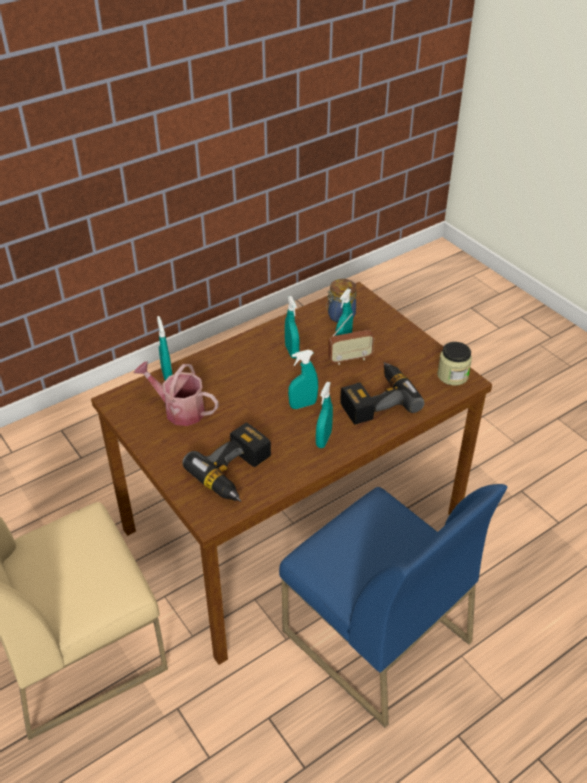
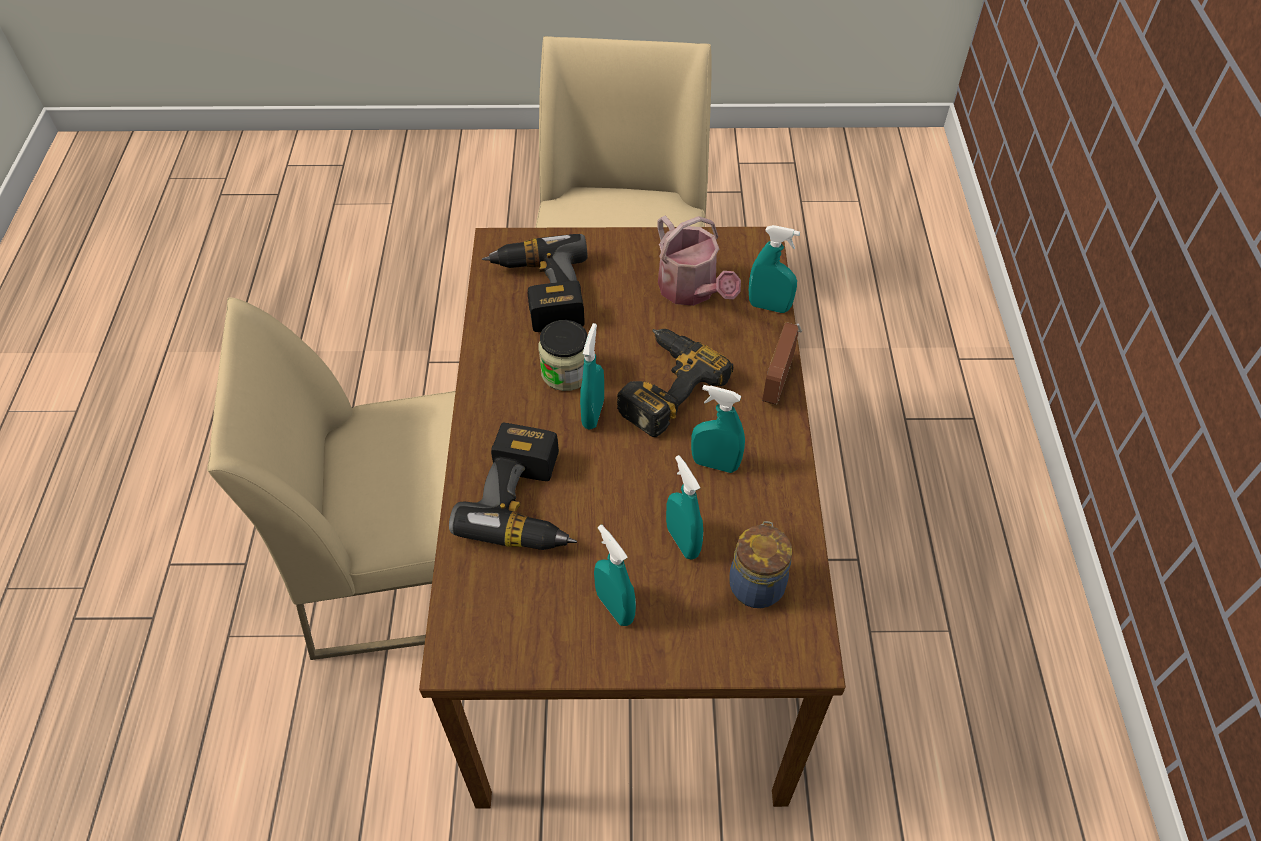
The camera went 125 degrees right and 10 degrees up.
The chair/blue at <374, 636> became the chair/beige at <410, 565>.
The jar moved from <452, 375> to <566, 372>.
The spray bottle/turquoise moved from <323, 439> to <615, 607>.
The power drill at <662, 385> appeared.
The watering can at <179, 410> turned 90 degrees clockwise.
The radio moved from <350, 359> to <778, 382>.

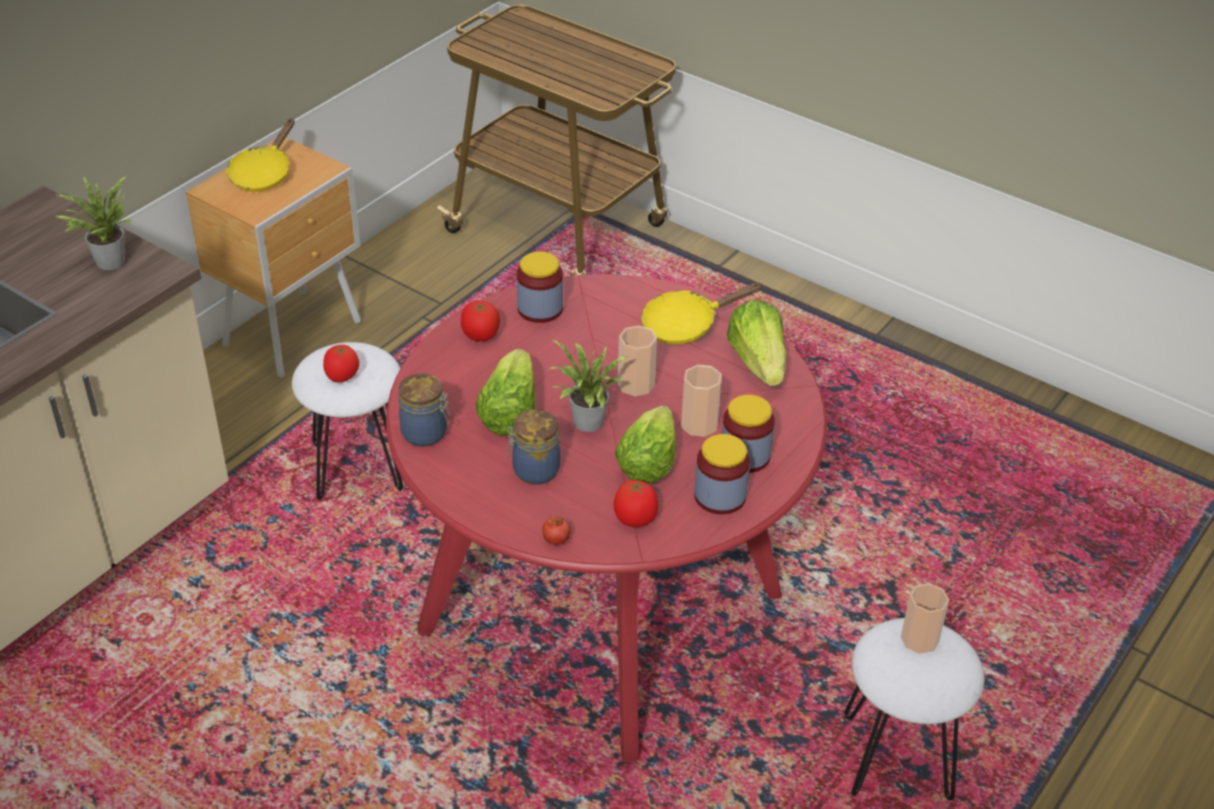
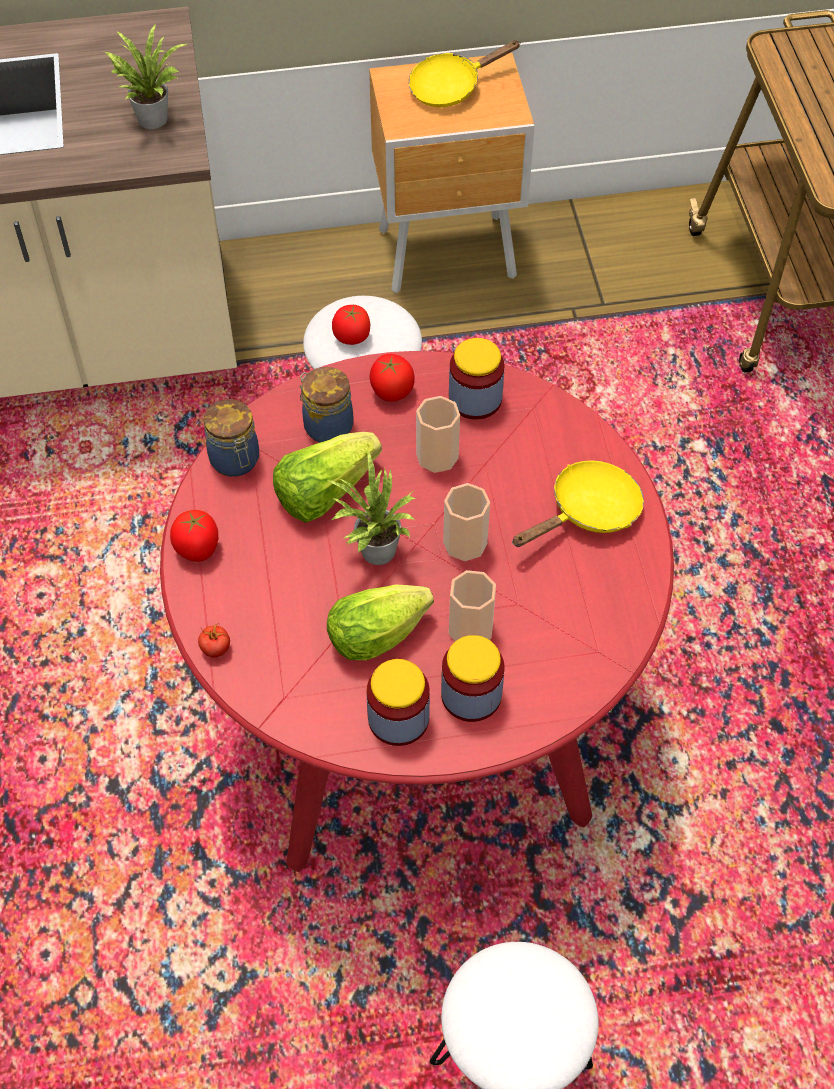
The camera went 45 degrees right and 15 degrees up.
The tomato moved from <635, 519> to <197, 549>.
The jar moved from <534, 471> to <326, 426>.
The cup moved from <919, 639> to <437, 456>.
The frying pan/yellow at <686, 325> turned 120 degrees clockwise.
The lettuce at <758, 363> disappeared.

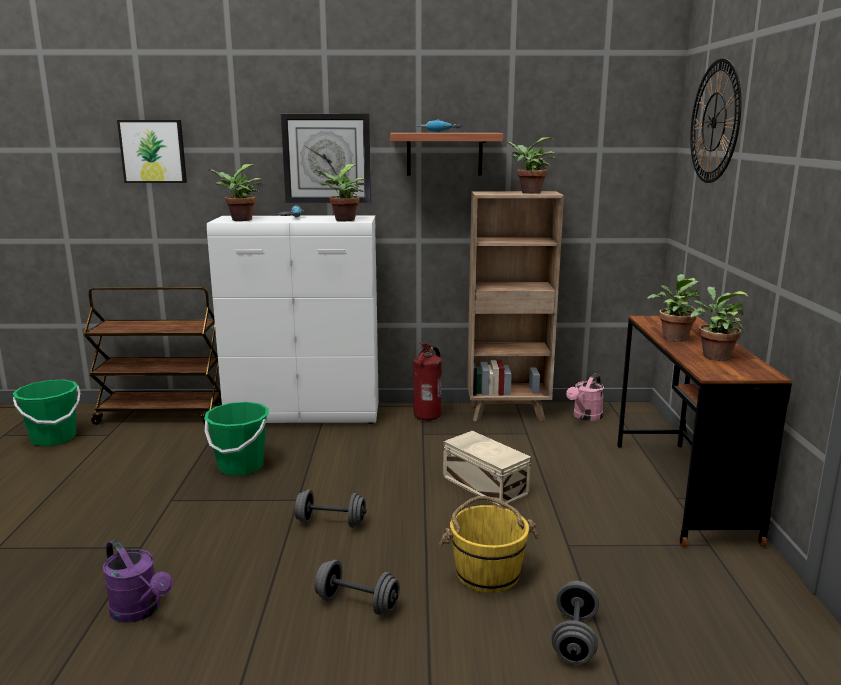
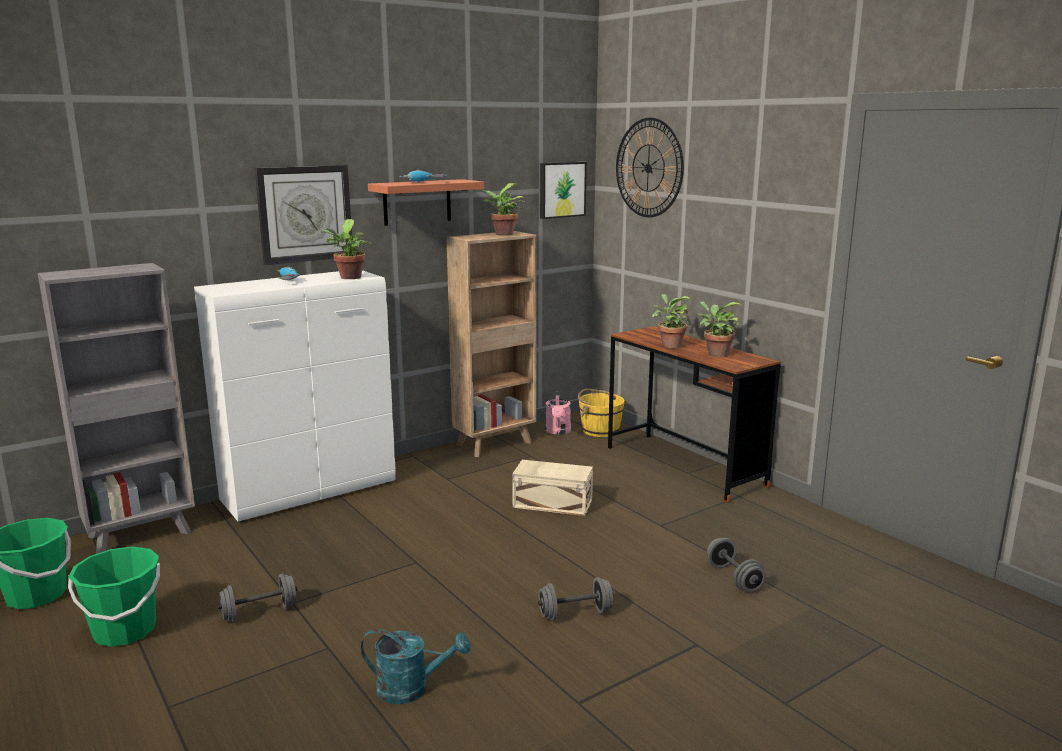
The camera went 35 degrees left and 0 degrees up.
The cart/brown at <162, 414> was replaced by the bookcase/grey at <142, 534>.
The bucket/green moved from <241, 466> to <125, 631>.
The dumbbell/grey moved from <331, 523> to <259, 612>.
The watering can/purple at <140, 611> became the watering can/turquoise at <412, 689>.
The picture moved from <153, 151> to <561, 189>.
The bucket/yellow moved from <487, 572> to <600, 430>.
The potted plant at <239, 220> disappeared.
The fire extinguisher at <428, 416> disappeared.

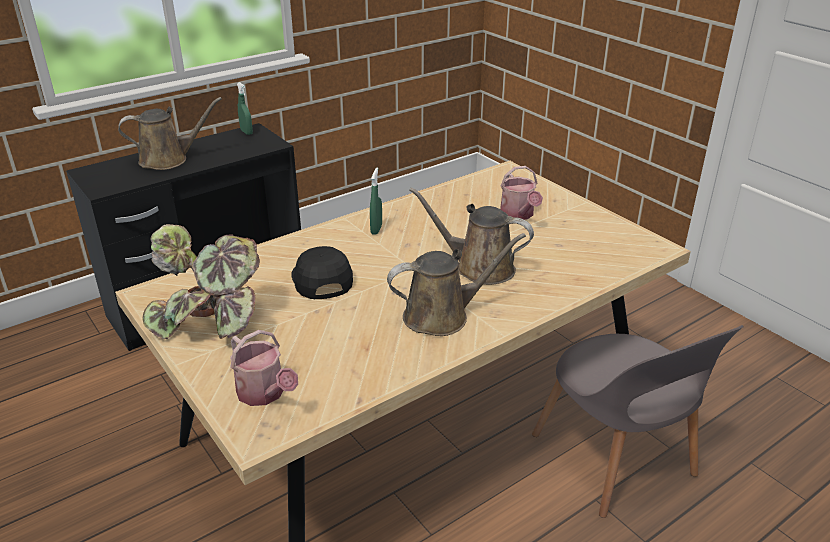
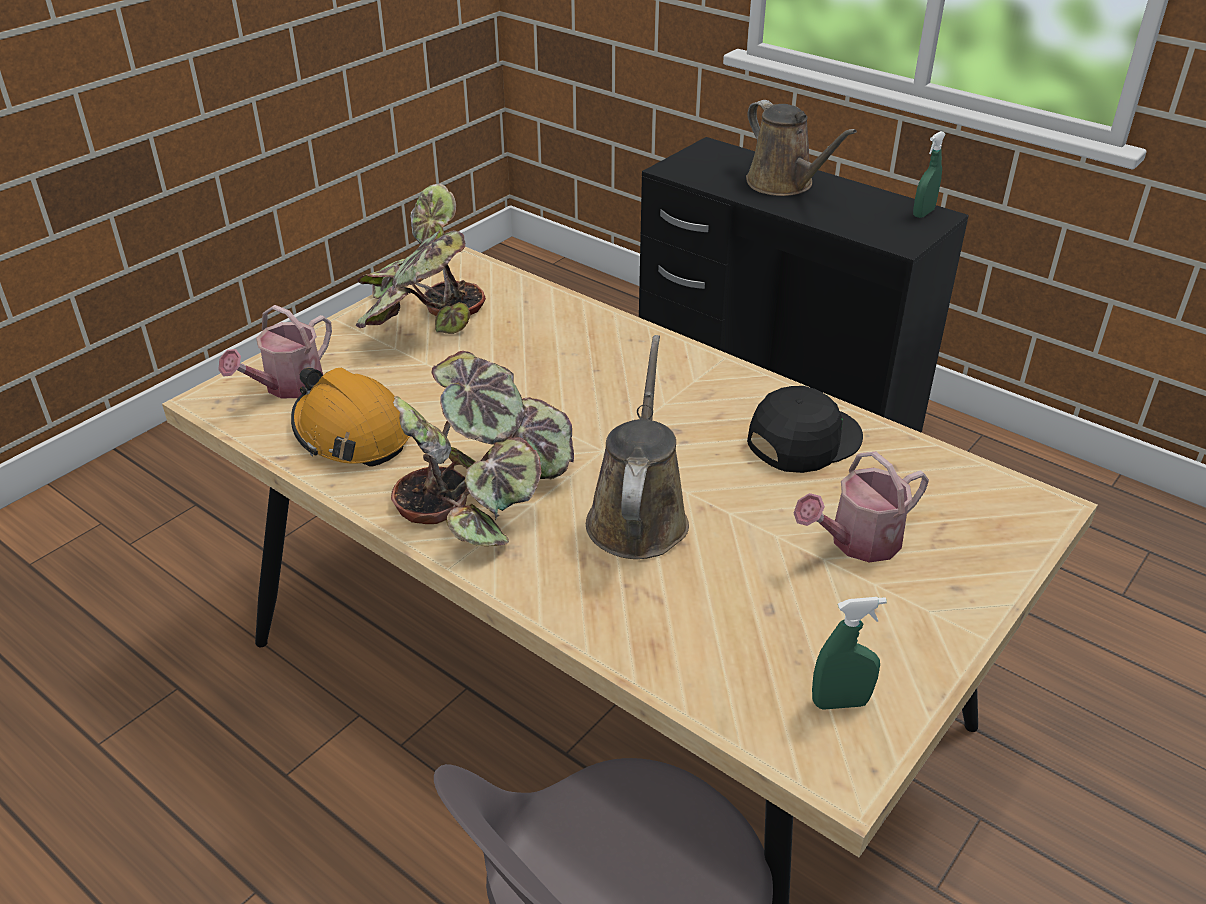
The camera went 75 degrees right and 5 degrees up.
The hard hat/orange at <351, 433> appeared.
The watering can/brown at <442, 316> was replaced by the potted plant at <484, 497>.
The cap/black moved from <321, 279> to <803, 440>.
The spray bottle/green moved from <376, 229> to <840, 702>.

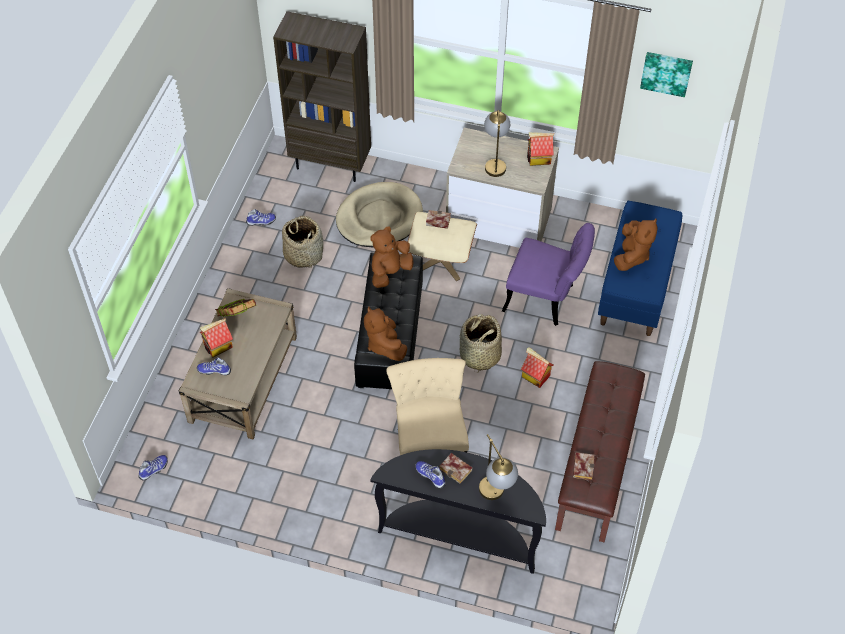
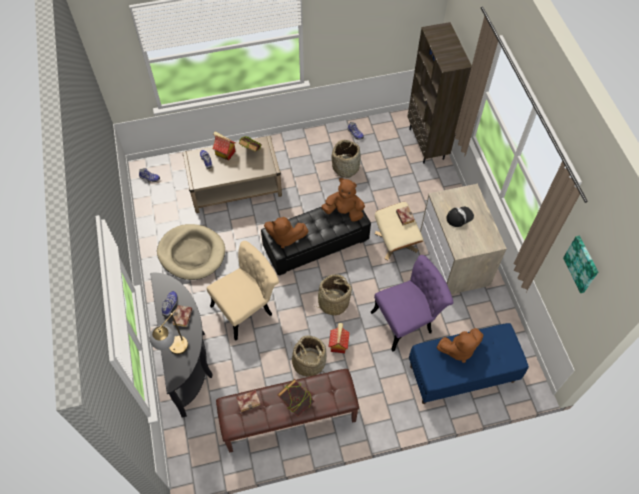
The camera went 60 degrees right and 5 degrees up.
The dog bed/beige moved from <379, 218> to <192, 253>.
The plush toy/brown at <384, 345> turned 120 degrees counterclockwise.
The book at <296, 402> appeared.
The basket at <309, 362> appeared.
The chair/purple at <546, 299> turned 105 degrees counterclockwise.
The table lamp at <494, 163> was replaced by the cap at <459, 216>.
The toy house at <538, 158> disappeared.

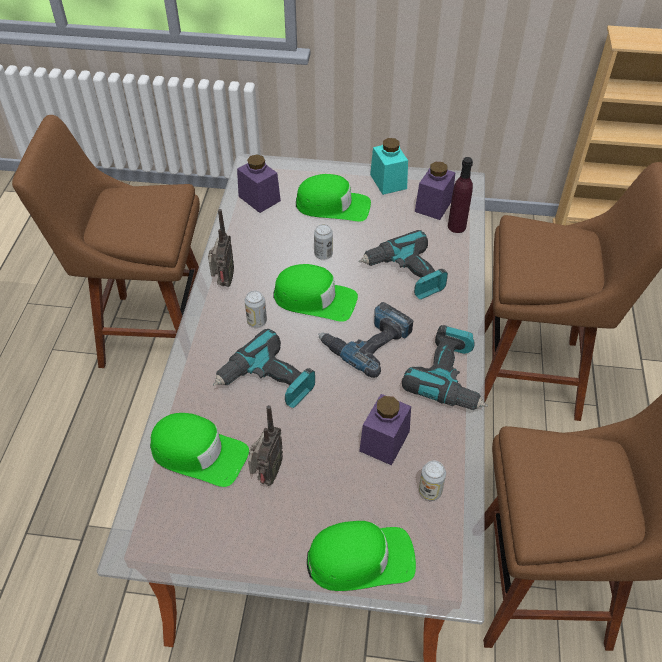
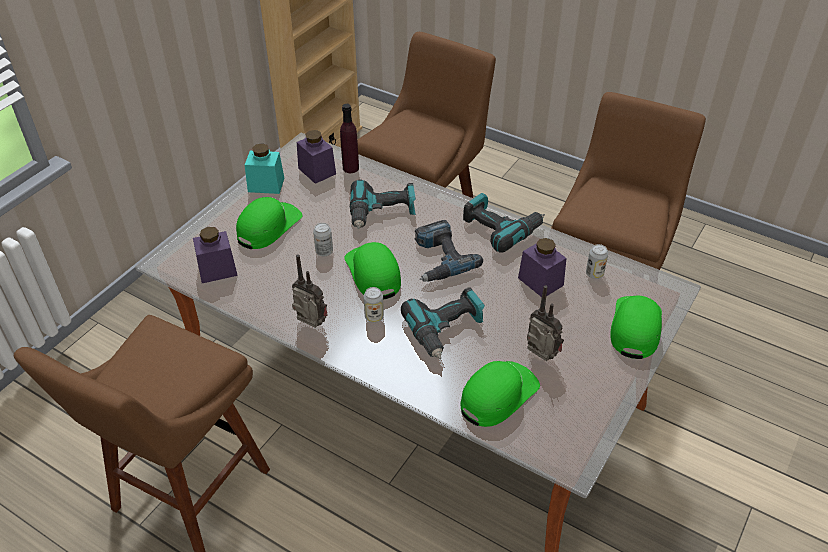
The camera went 65 degrees left and 5 degrees down.
The cap/green at <315, 299> turned 60 degrees counterclockwise.

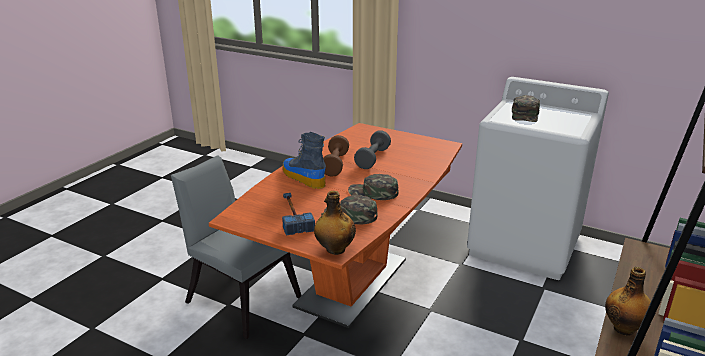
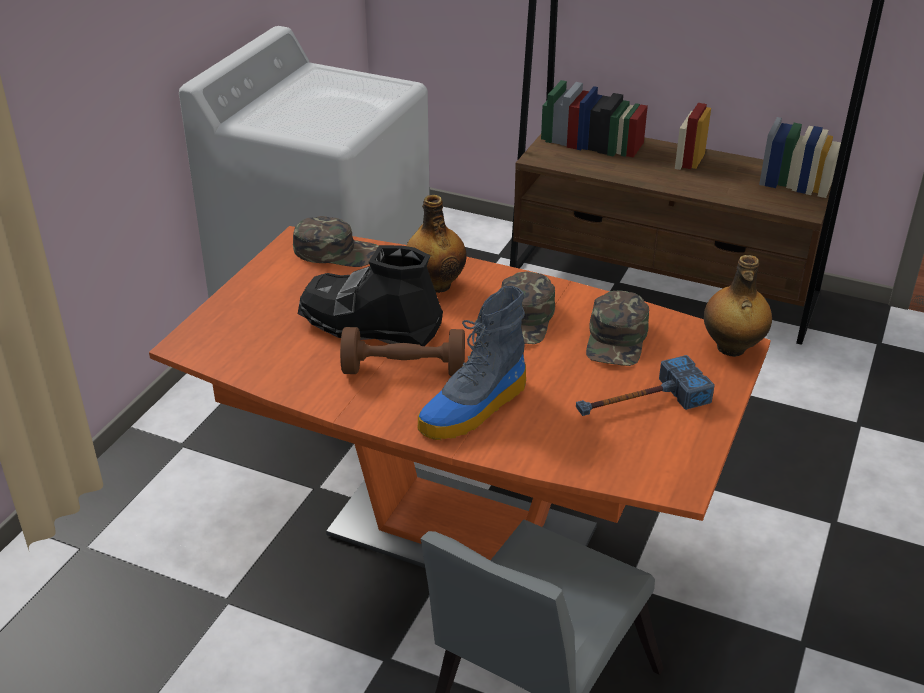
The camera went 95 degrees left and 10 degrees up.
The cap/green moved from <525, 115> to <336, 251>.
The dumbbell/grey at <372, 158> was replaced by the boot/black at <369, 324>.
The bottle moved from <624, 328> to <436, 284>.

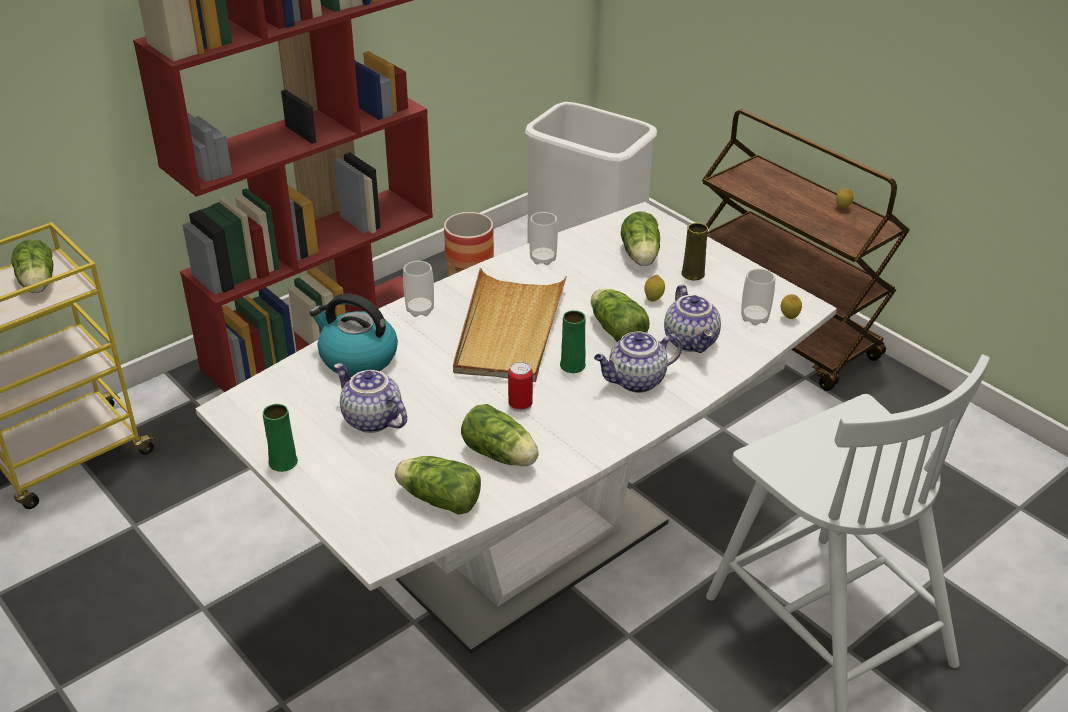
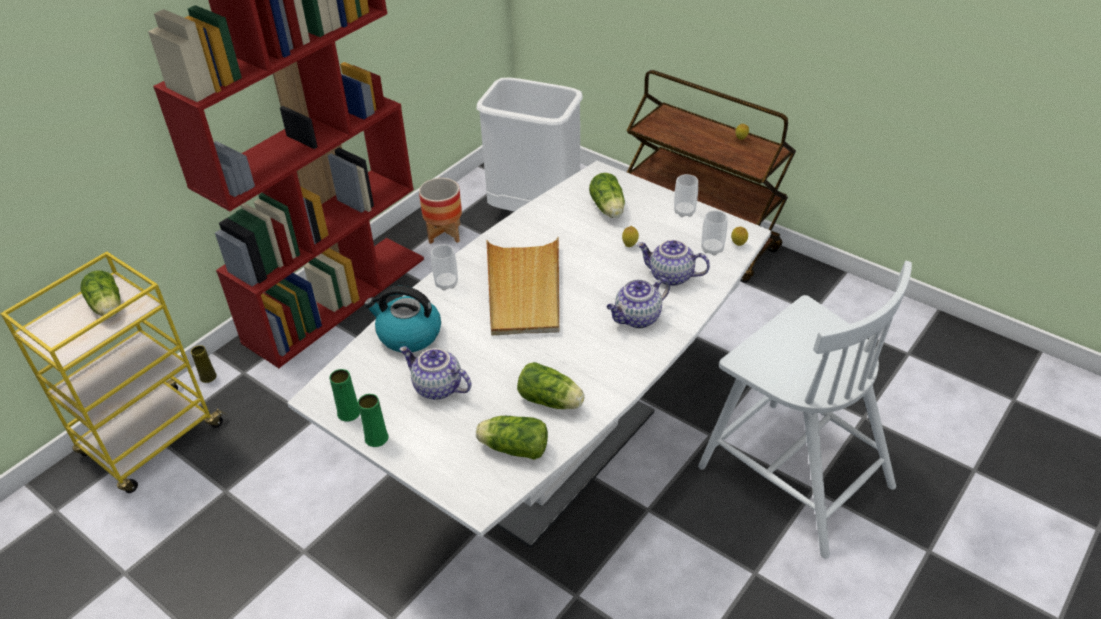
The camera went 10 degrees left and 5 degrees up.
The vase/yellow moved from <693, 274> to <208, 377>.
The vase/green moved from <572, 365> to <348, 413>.
The teapot at <692, 341> turned 135 degrees clockwise.
The cup moved from <543, 259> to <684, 212>.
The can at <520, 404> disappeared.
The lettuce at <615, 329> disappeared.

